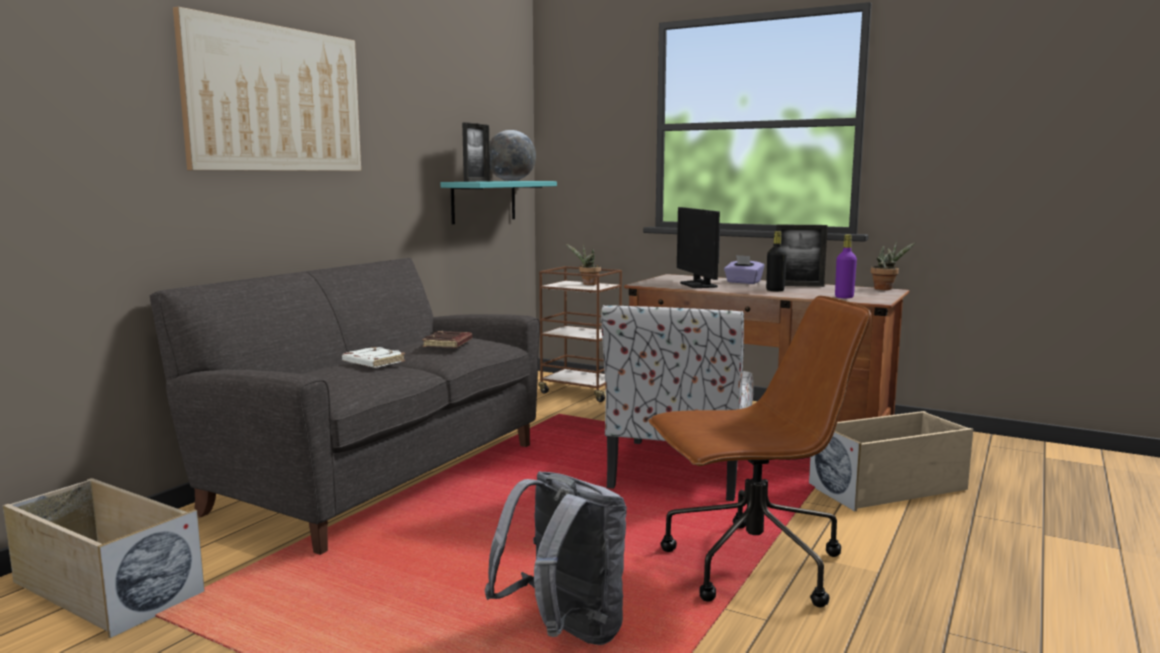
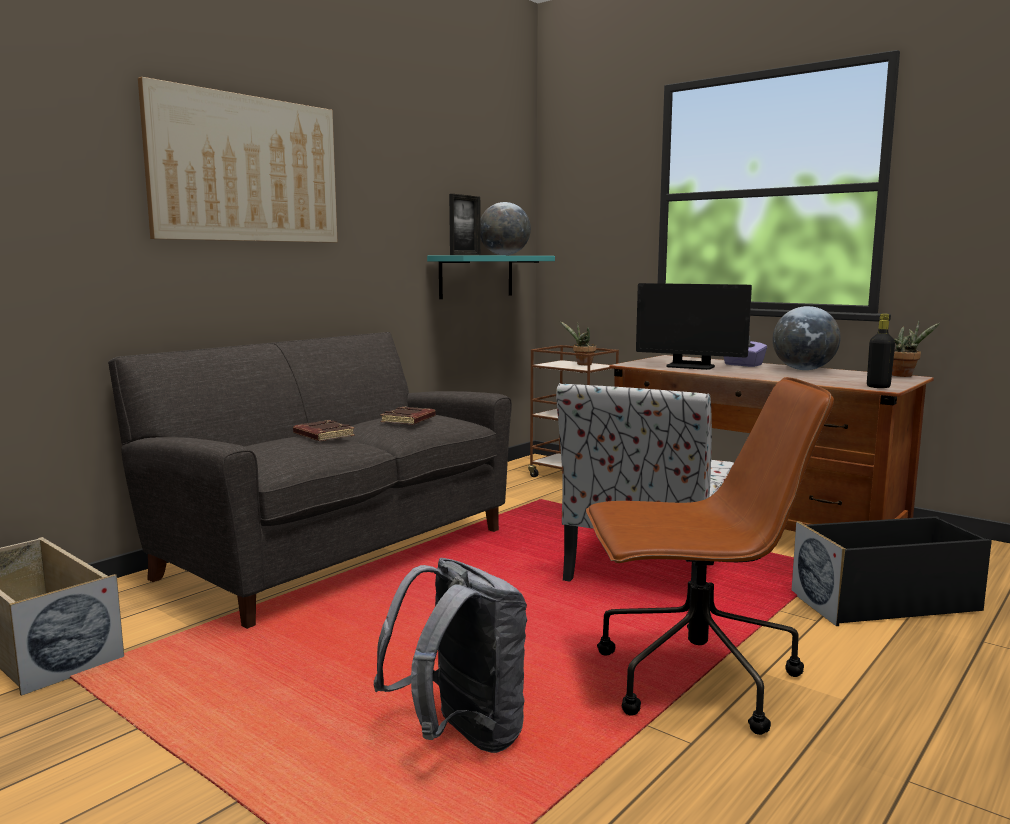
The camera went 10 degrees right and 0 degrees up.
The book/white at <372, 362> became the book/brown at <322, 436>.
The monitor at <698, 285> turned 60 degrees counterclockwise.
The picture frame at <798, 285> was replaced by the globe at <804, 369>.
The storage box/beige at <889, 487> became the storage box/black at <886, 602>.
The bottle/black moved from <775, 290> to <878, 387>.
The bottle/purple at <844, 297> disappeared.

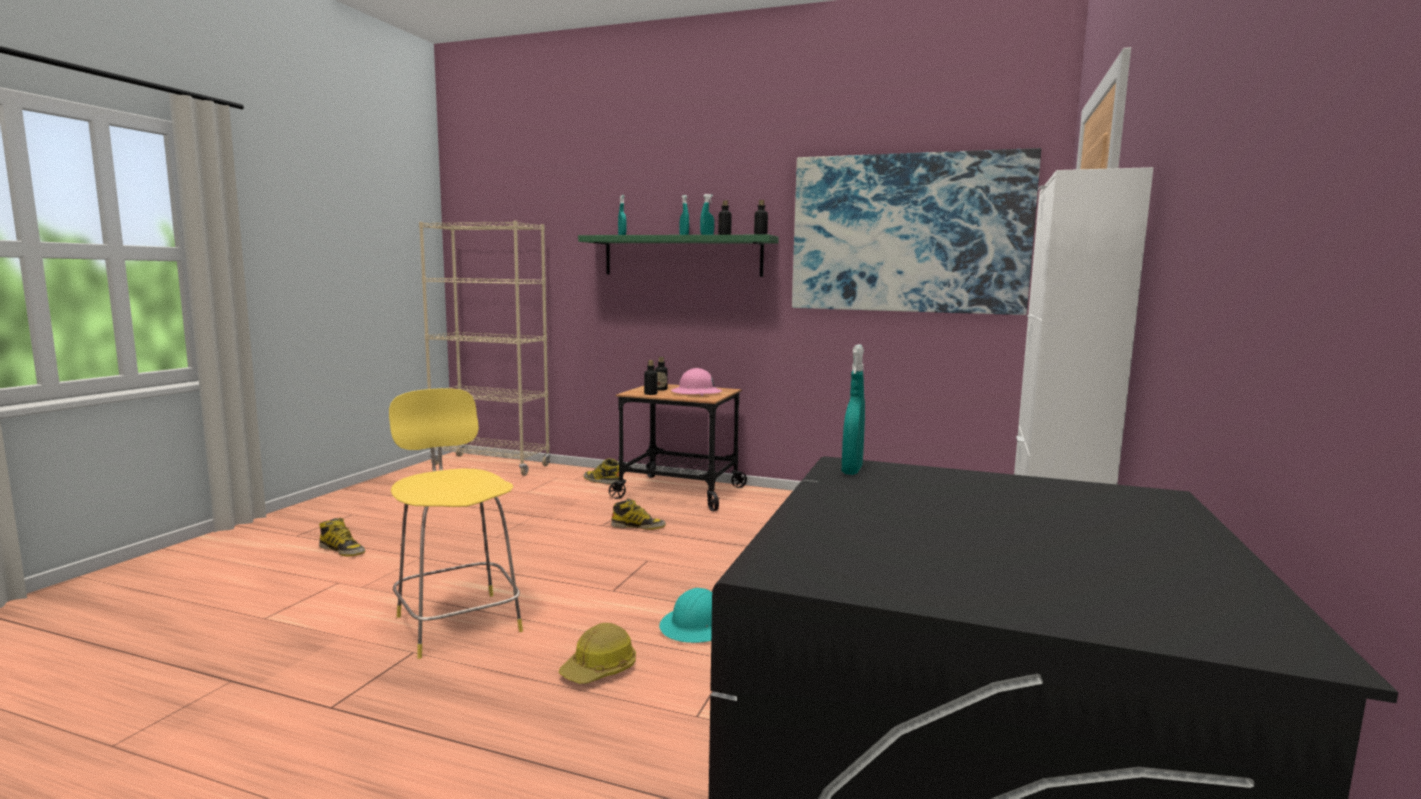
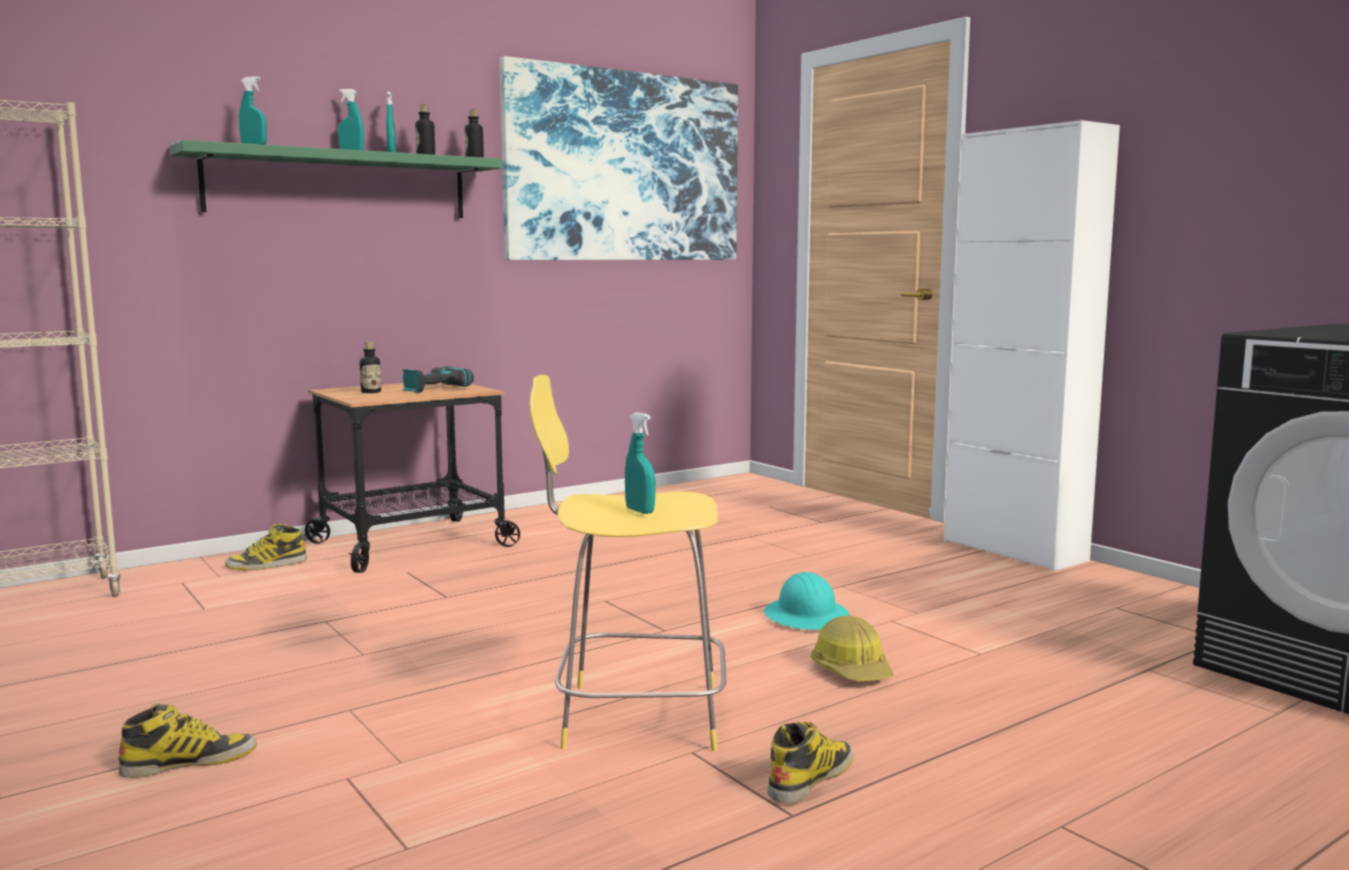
The camera went 55 degrees left and 0 degrees up.
The hard hat/pink at <696, 392> was replaced by the power drill at <432, 388>.
The spray bottle/turquoise moved from <852, 470> to <640, 511>.
The boot moved from <638, 526> to <810, 778>.
The bottle at <650, 394> disappeared.

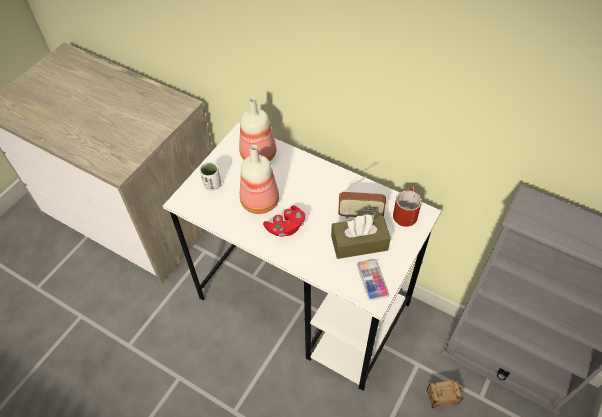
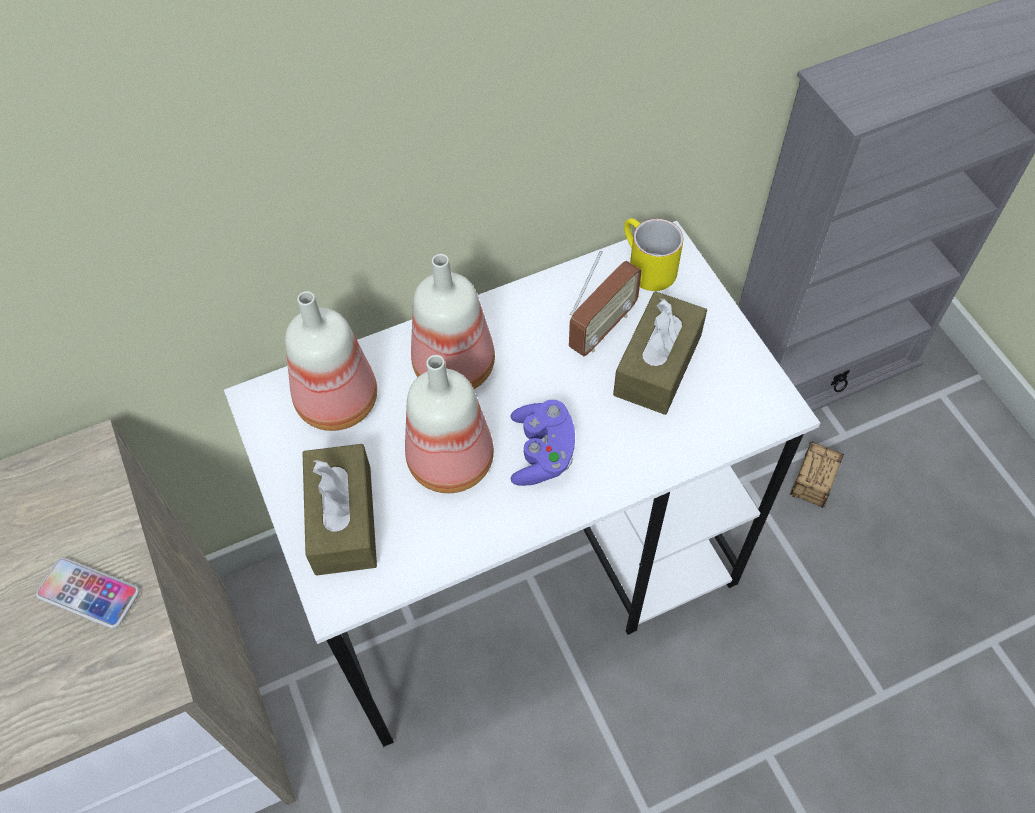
The camera went 55 degrees left and 5 degrees up.
The phone moved from <372, 280> to <89, 593>.
The cup/white at <212, 185> was replaced by the tissue box/brown at <343, 519>.
The bottle at <454, 364> appeared.
The game controller/red at <286, 227> became the game controller/purple at <542, 452>.
The mug/red at <405, 212> became the mug/yellow at <644, 267>.

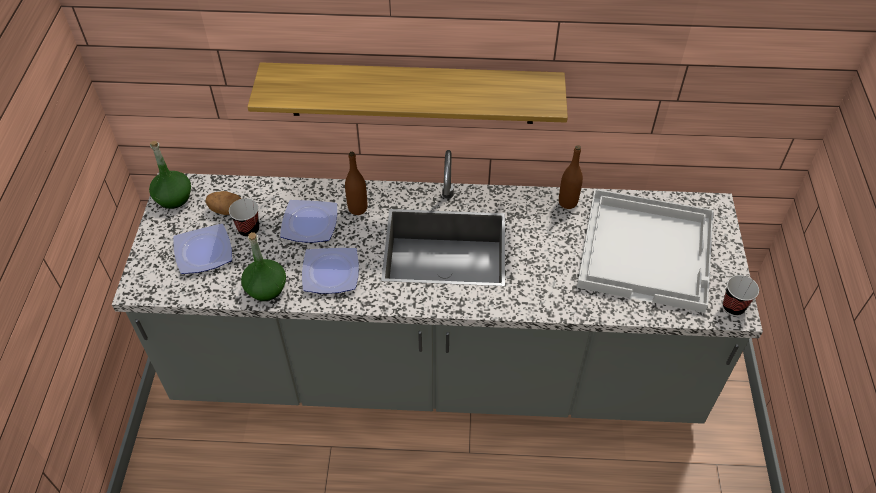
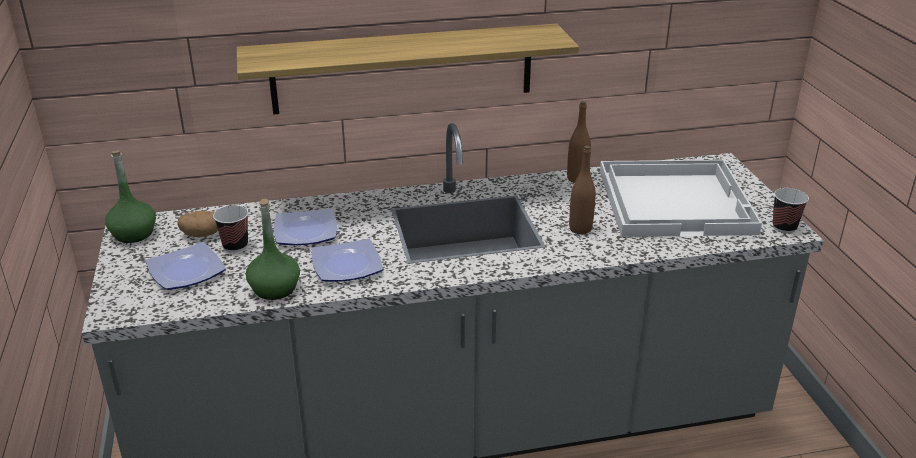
The camera went 15 degrees left and 20 degrees down.
The bottle/brown moved from <357, 208> to <580, 229>.

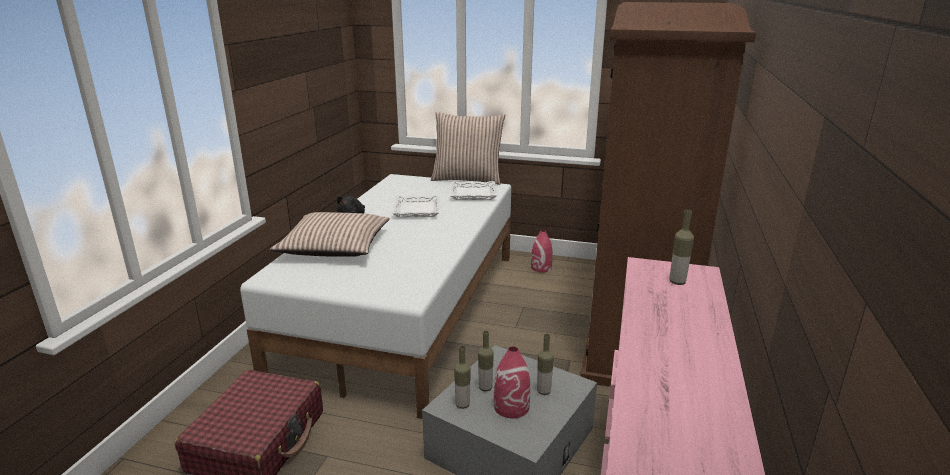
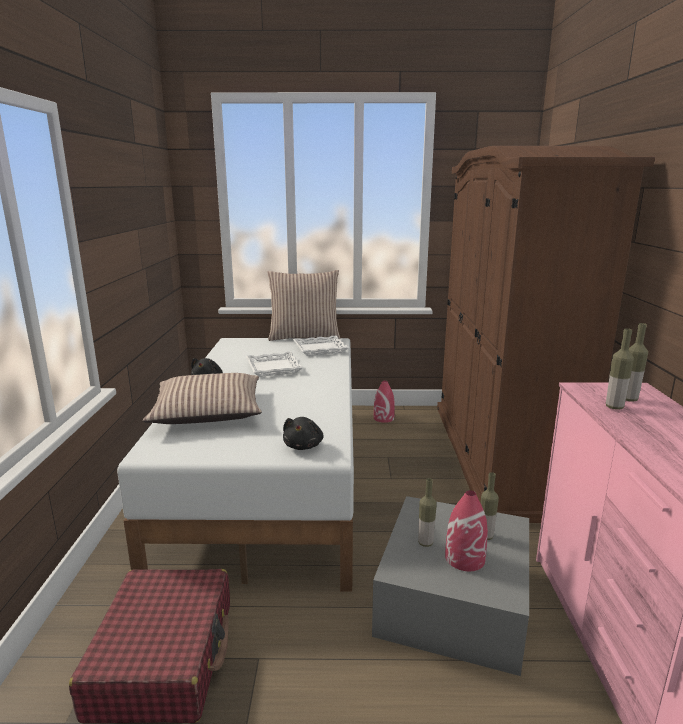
The camera went 15 degrees left and 5 degrees down.
The plush toy/black at <303, 446> appeared.
The bottle moved from <462, 405> to <614, 407>.

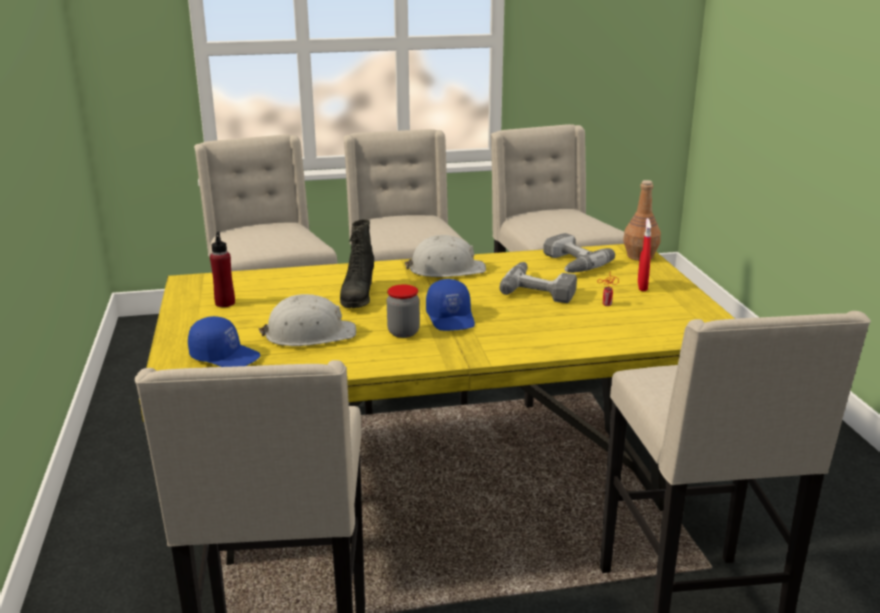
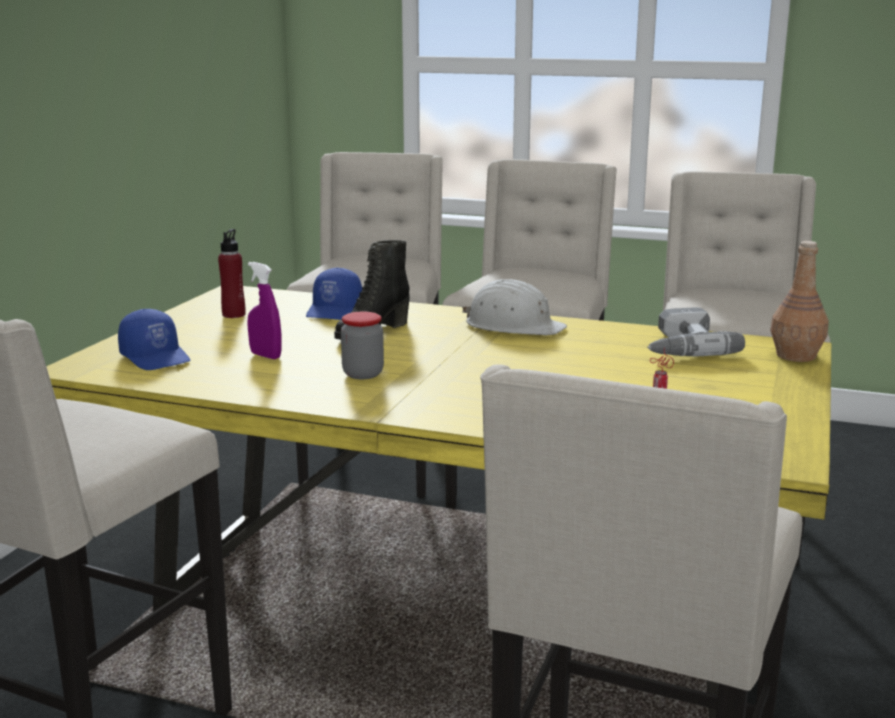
The camera went 30 degrees right and 5 degrees down.
The hard hat/white at <309, 334> was replaced by the spray bottle/purple at <265, 356>.
The cap/blue moved from <451, 318> to <335, 311>.
The power drill at <540, 288> disappeared.
The spray bottle/red at <642, 287> disappeared.

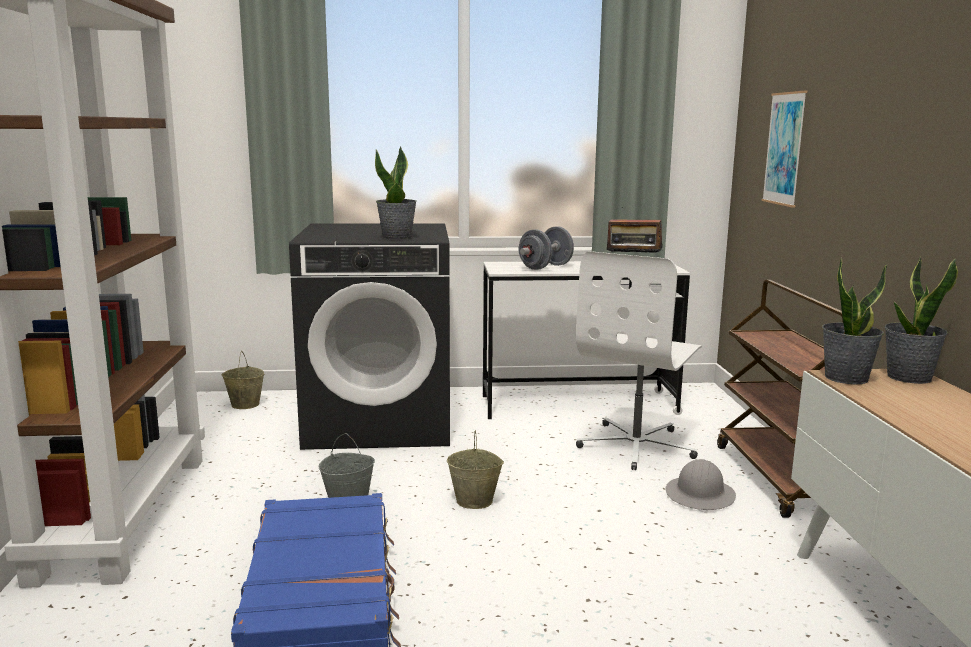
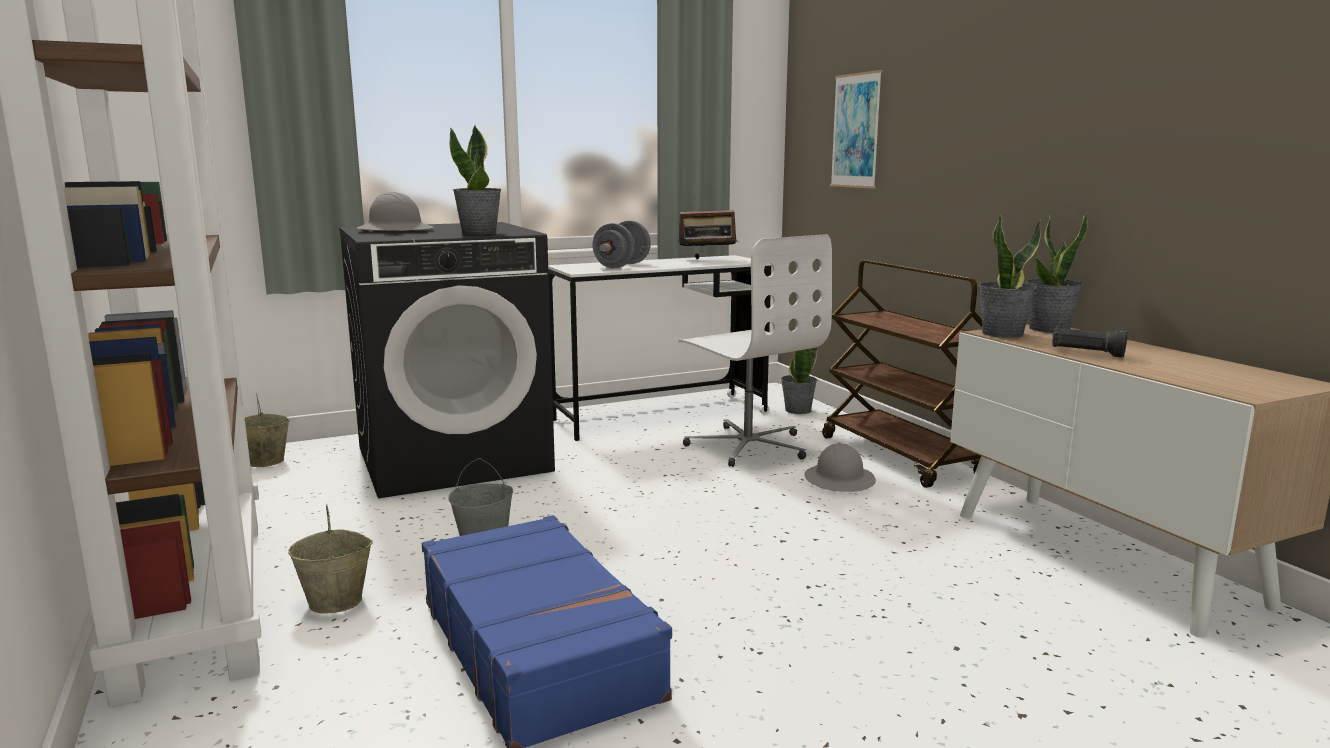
The camera went 20 degrees left and 0 degrees up.
The bucket/beige moved from <475, 501> to <337, 601>.
The hard hat/grey at <396, 230> appeared.
The office chair/white at <637, 446> turned 45 degrees counterclockwise.
The potted plant at <797, 410> appeared.
The flashlight/black at <1087, 353> appeared.

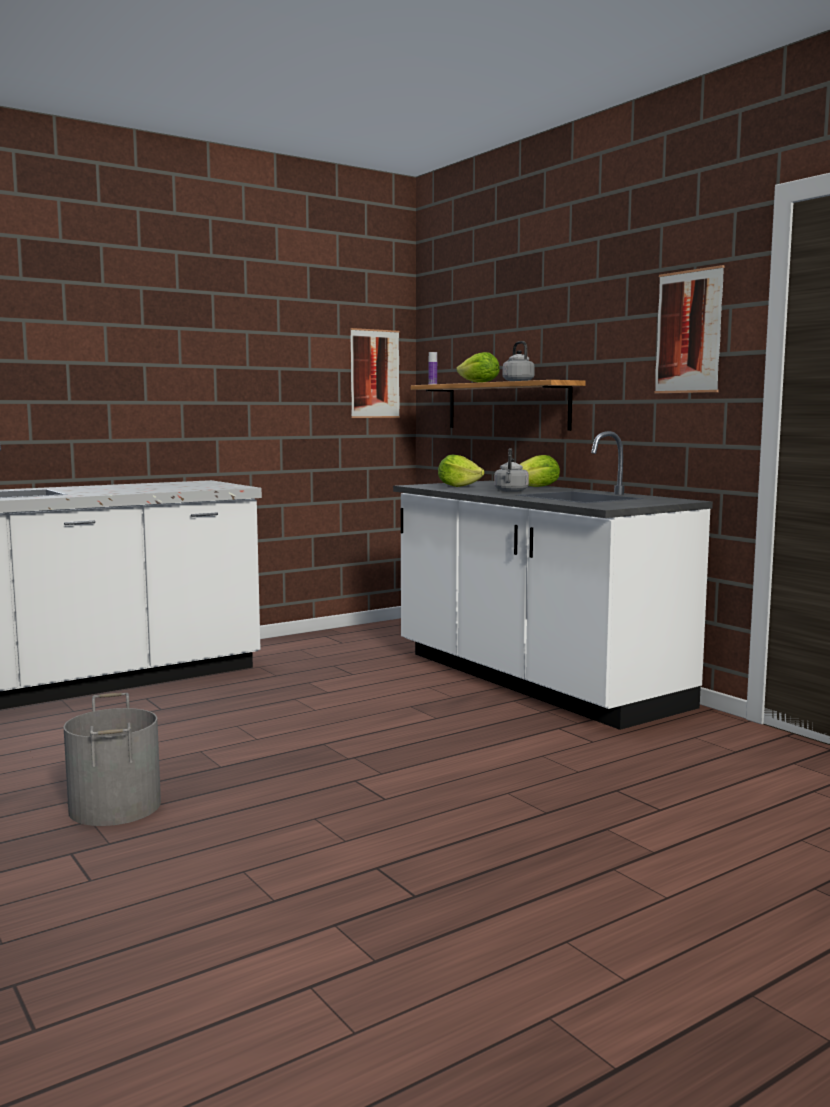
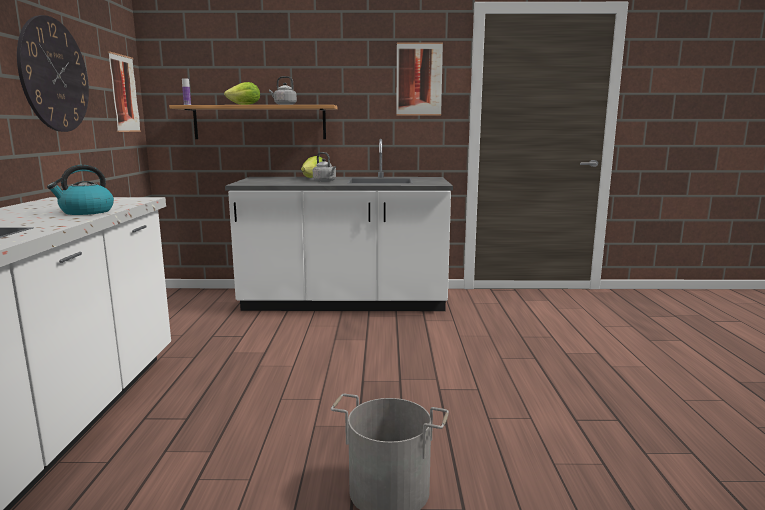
The camera went 55 degrees left and 5 degrees up.
The wall clock at <54, 75> appeared.
The kettle at <86, 212> appeared.
The lettuce at <458, 486> disappeared.

